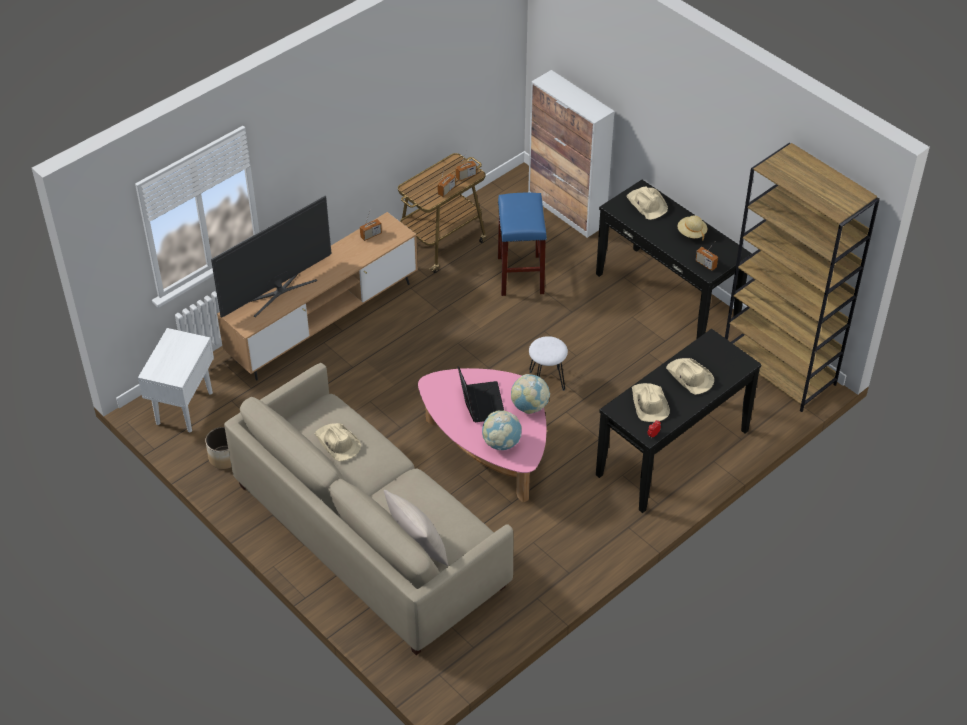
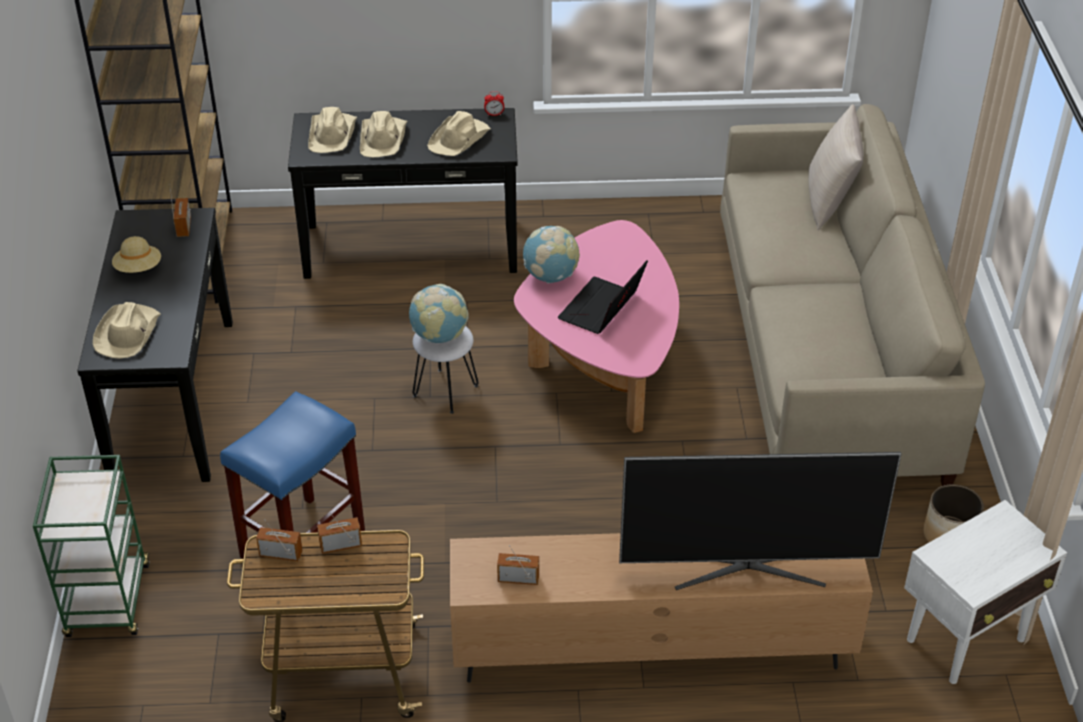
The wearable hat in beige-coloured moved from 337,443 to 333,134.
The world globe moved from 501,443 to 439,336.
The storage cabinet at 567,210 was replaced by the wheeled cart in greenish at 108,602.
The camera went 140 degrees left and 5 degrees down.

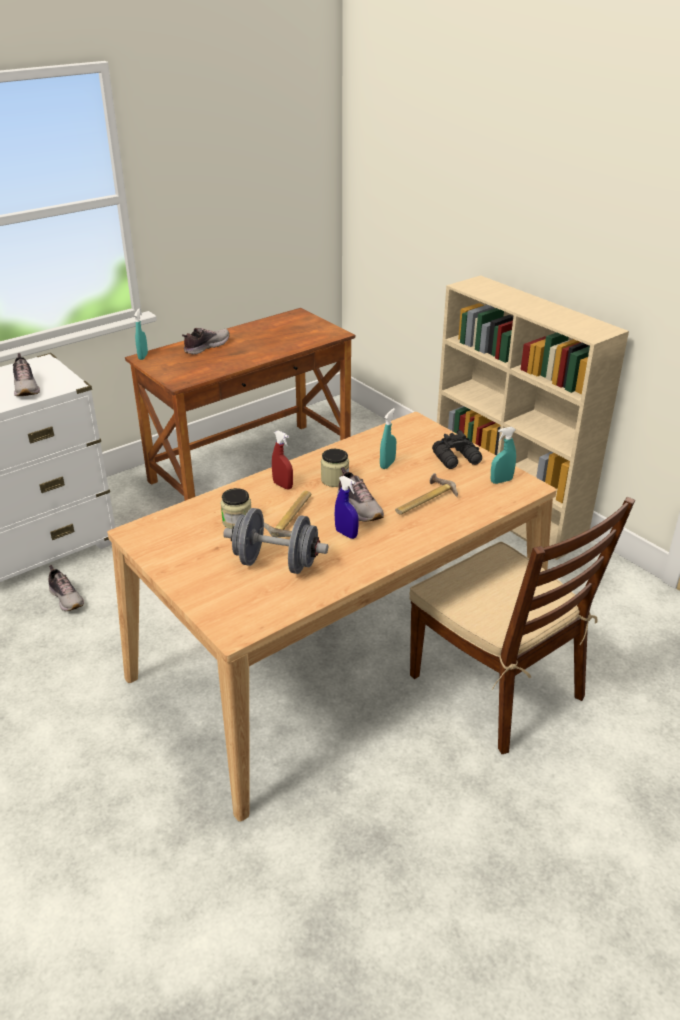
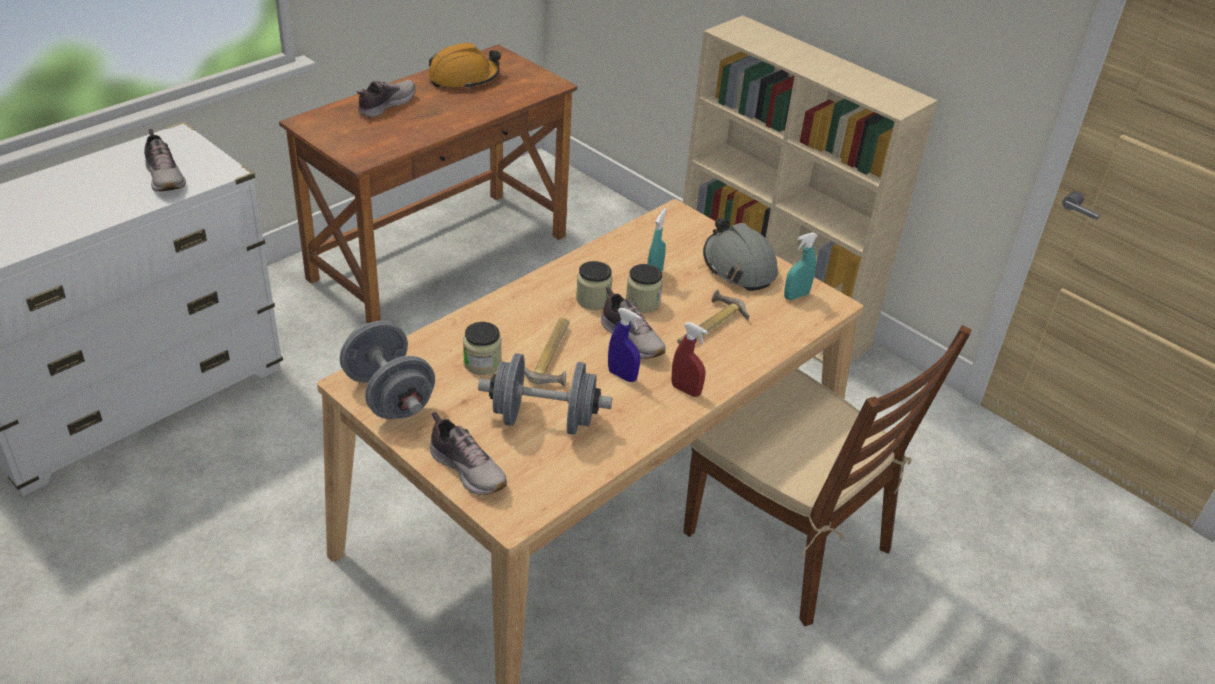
The item of footwear moved from 67,598 to 468,469.
The hand sprayer in turquoise at 143,356 disappeared.
The hand sprayer in red-coloured moved from 283,485 to 685,390.
The field glasses in black-coloured at 457,459 was replaced by the safety helmet in greyish at 738,266.
The free weight in greyish at 389,396 appeared.
The safety helmet in orange-coloured at 463,78 appeared.
The preserve jar at 642,302 appeared.
The camera went 10 degrees left and 5 degrees up.

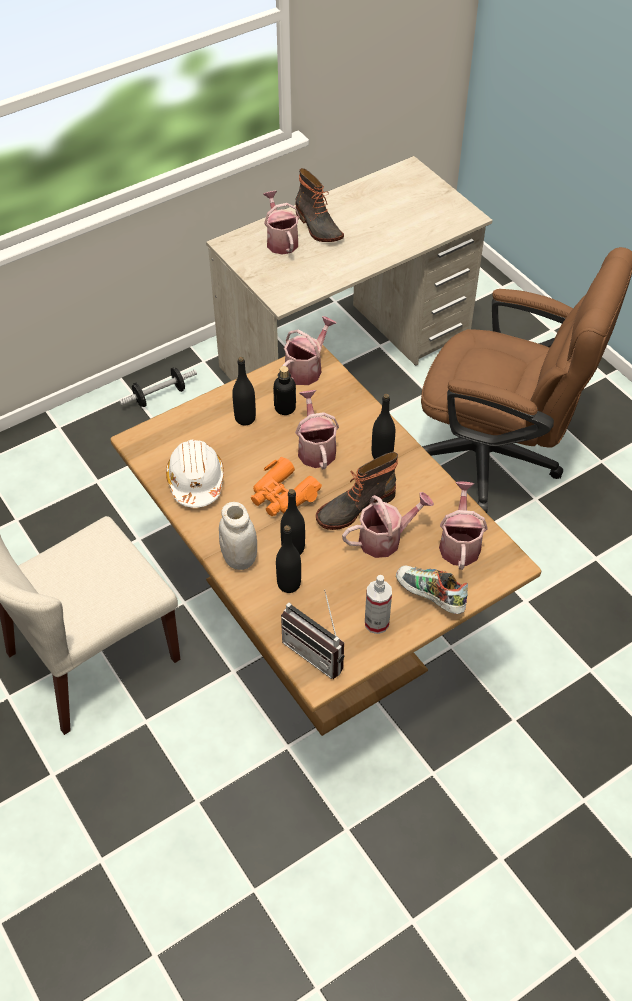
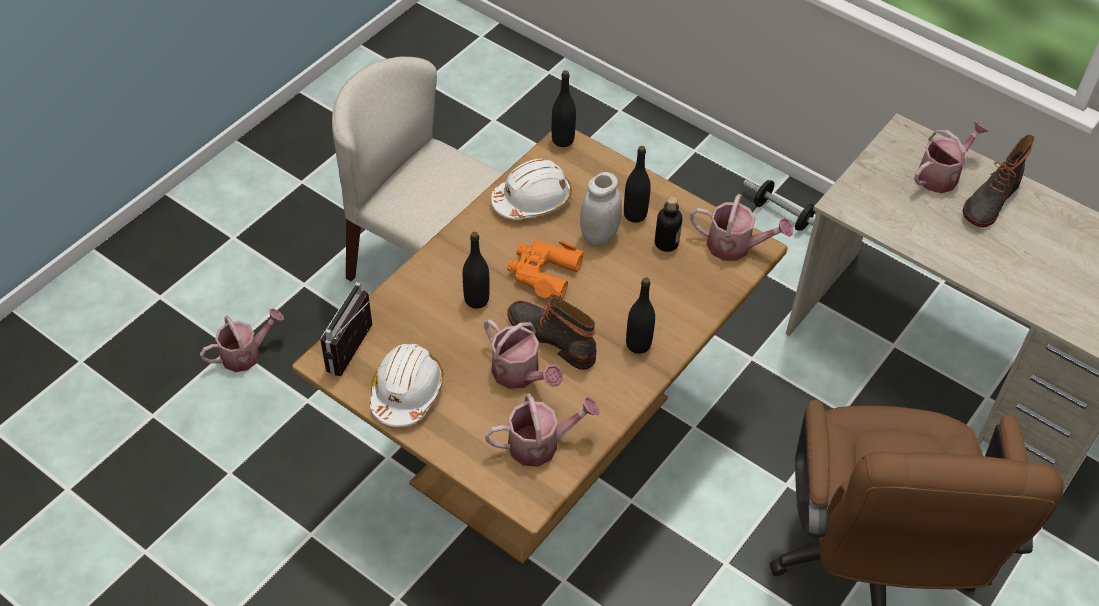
The preserve jar in white-coloured moved from 239,558 to 599,236.
The bottle in black-coloured moved from 289,584 to 562,140.
The sprinkling can moved from 315,448 to 246,354.
The hand sprayer at 376,623 was replaced by the safety helmet in white-coloured at 406,392.
The item of footwear at 429,597 disappeared.
The camera went 70 degrees right and 0 degrees up.

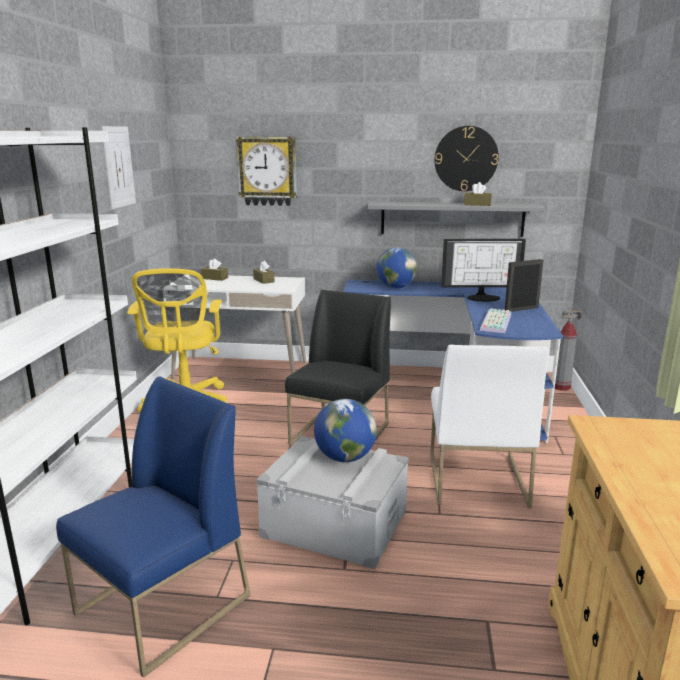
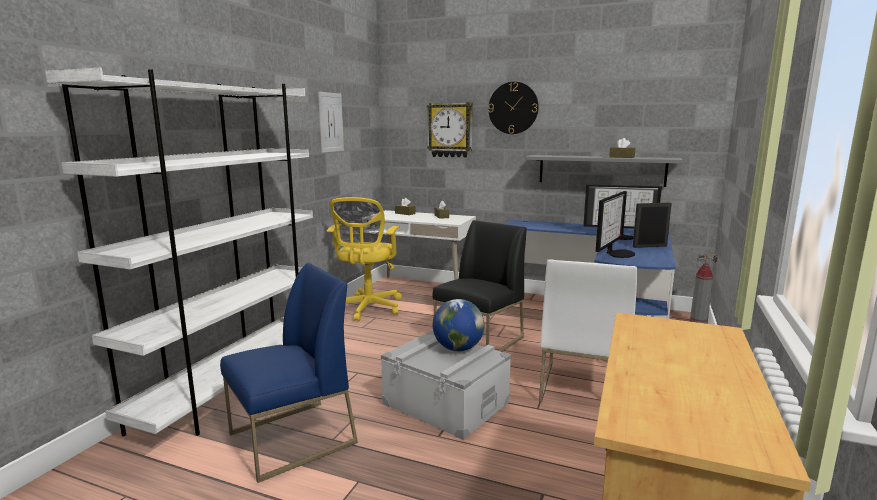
The world globe at 396,287 disappeared.
The clock on the wall moved from 466,158 to 513,108.
The keyboard at 494,321 was replaced by the computer screen at 618,253.
The camera went 15 degrees right and 5 degrees down.

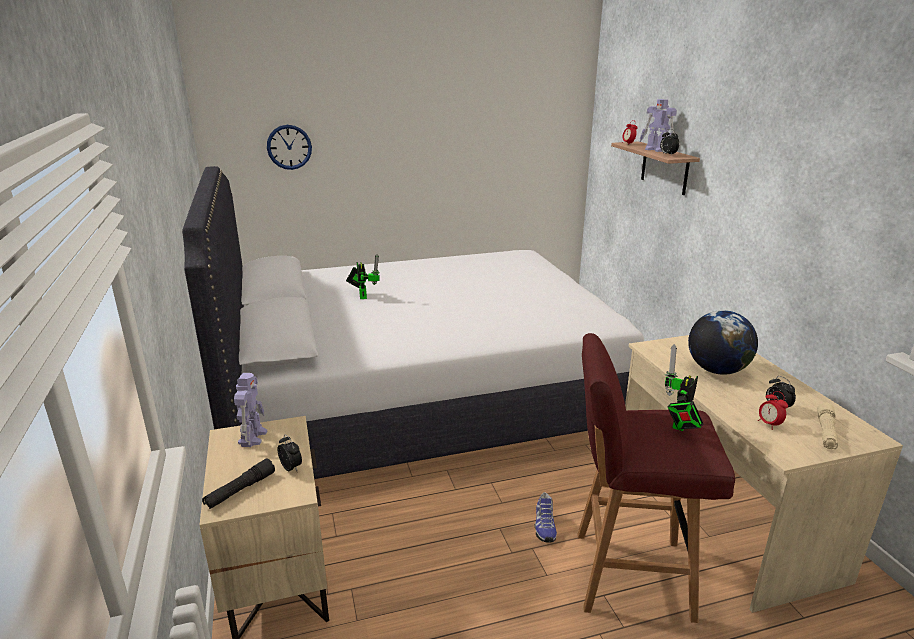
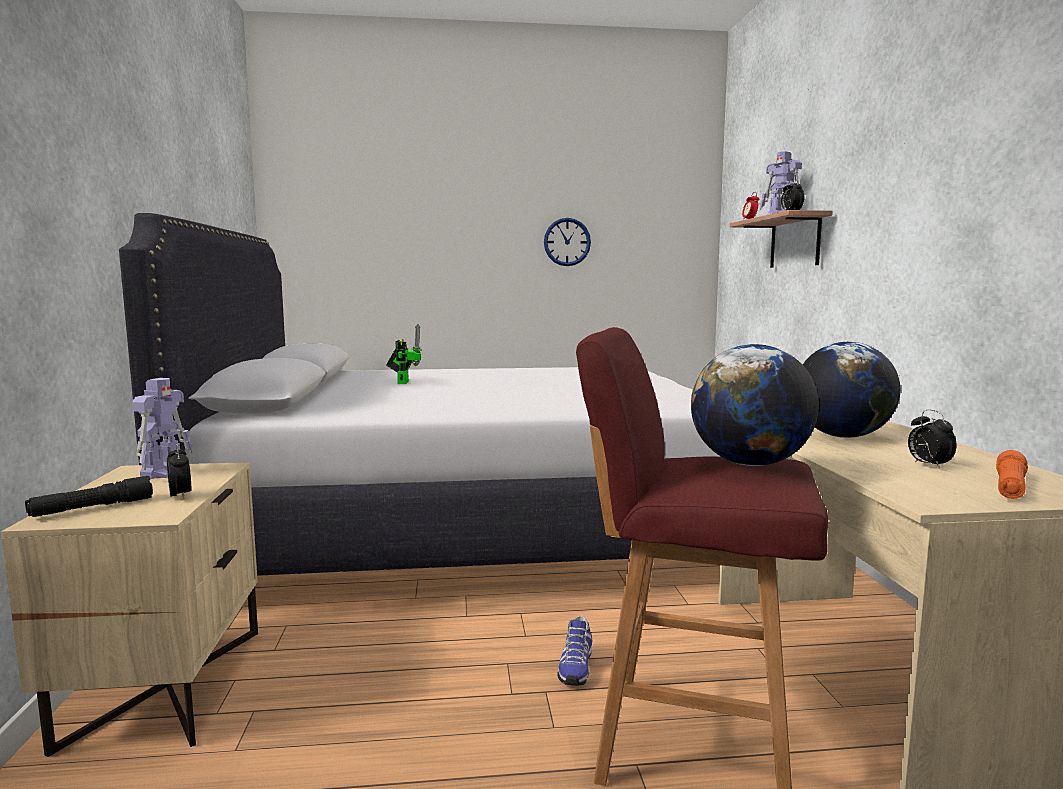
The clock on the wall moved from 289,147 to 567,242.
The model robot at 679,426 was replaced by the world globe at 750,464.
The table clock at 769,424 disappeared.
The torch in beige-coloured at 826,432 became the torch in orange-coloured at 1010,487.
The camera went 10 degrees right and 15 degrees down.

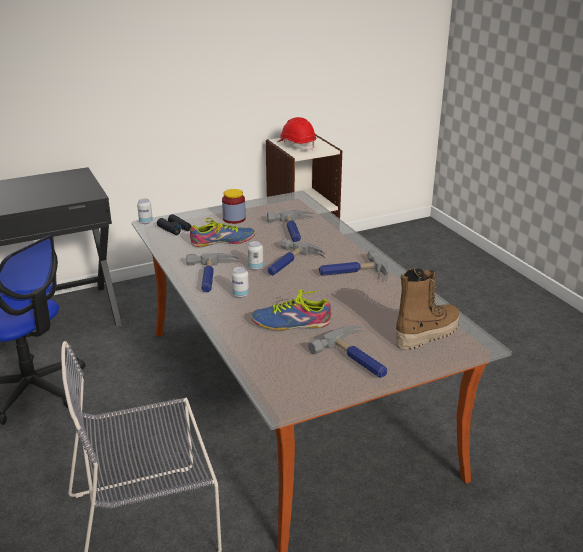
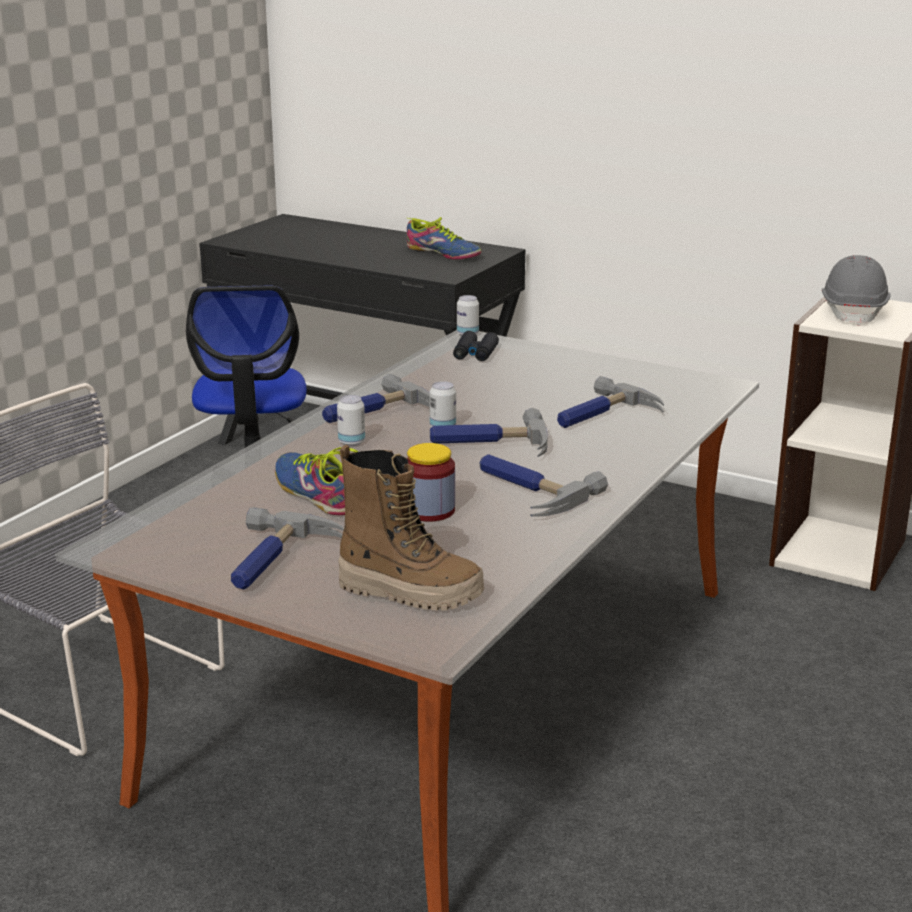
The item of footwear moved from 222,241 to 443,253.
The preserve jar moved from 234,219 to 429,510.
The safety helmet in red-coloured at 296,145 became the safety helmet in greyish at 853,312.
The camera went 55 degrees right and 5 degrees down.

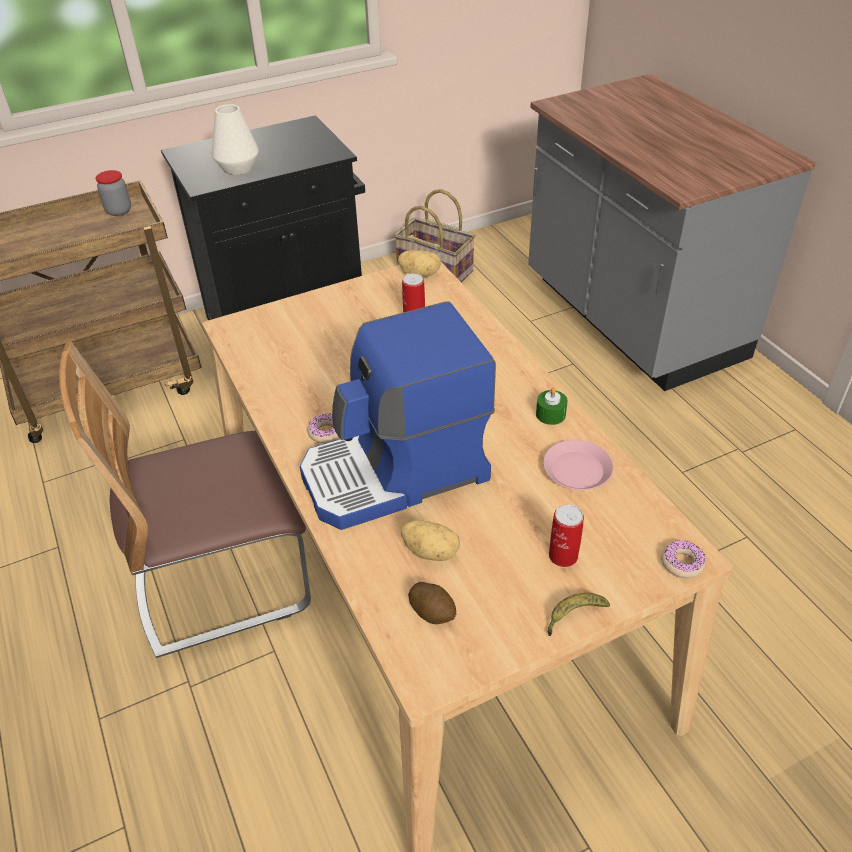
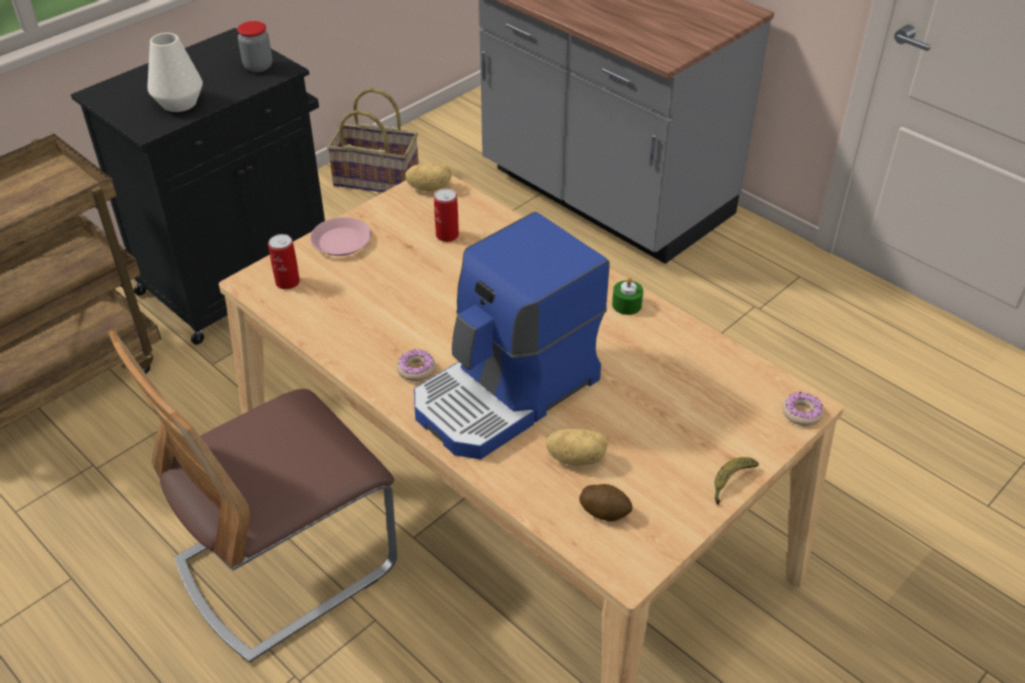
The preserve jar moved from 119,211 to 258,66.
The dinner plate in pink moved from 577,470 to 341,242.
The can moved from 563,556 to 287,282.
The camera went 20 degrees left and 0 degrees up.

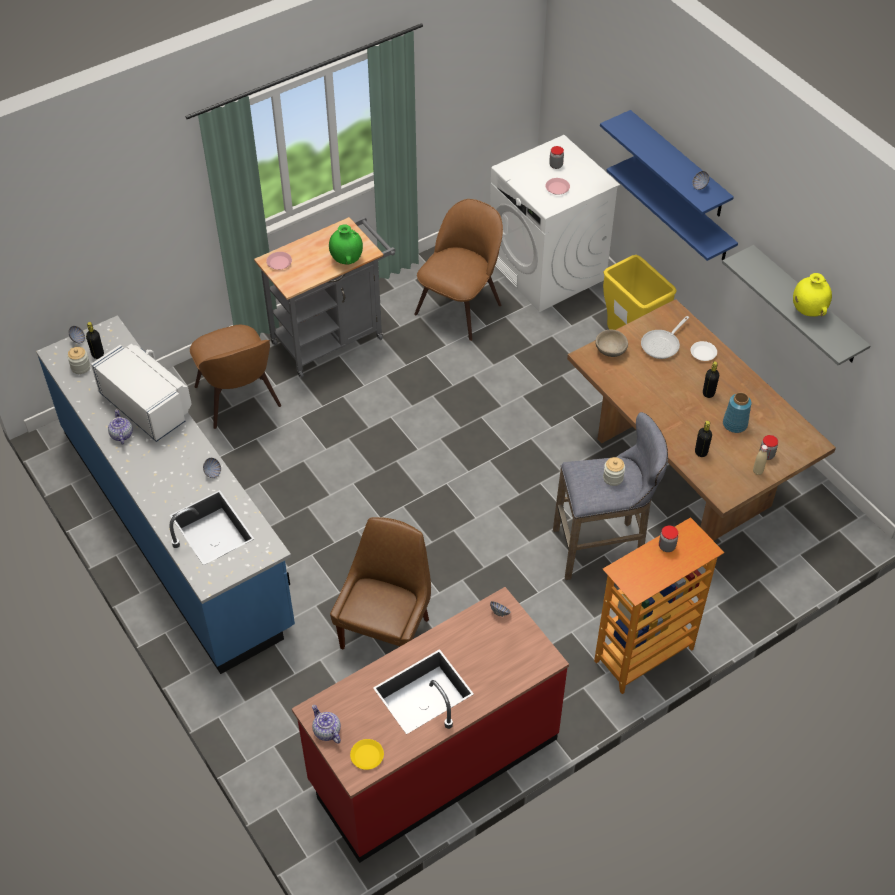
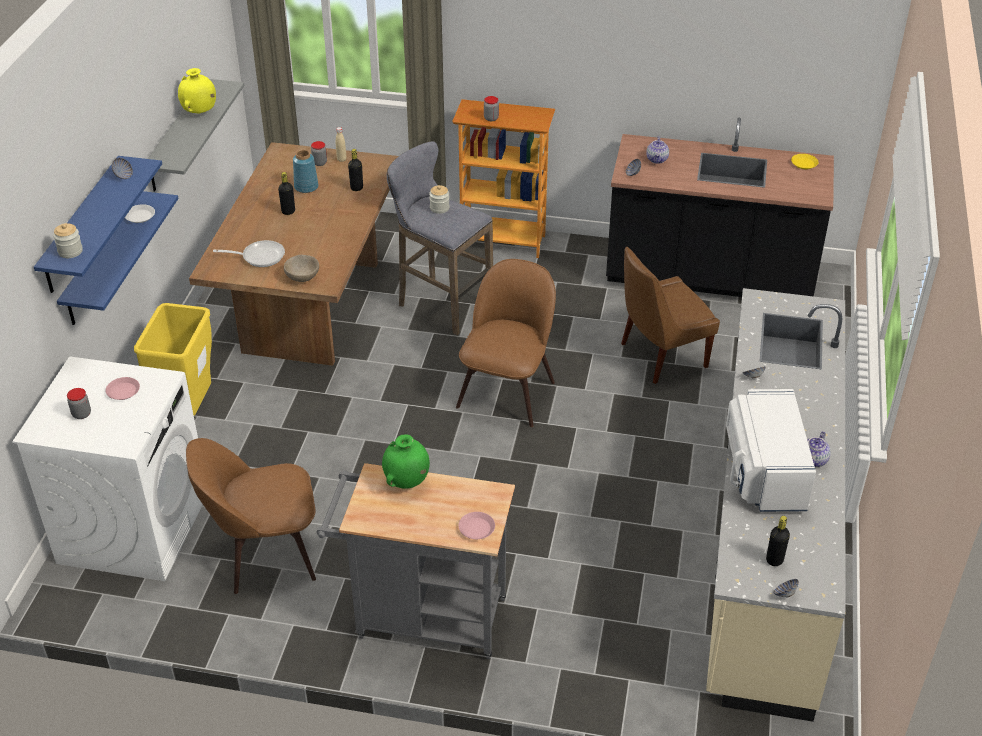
The kitchen base unit in blue at 176,527 became the kitchen base unit in beige-coloured at 765,539.
The preserve jar moved from 80,367 to 70,251.
The chair in brown-coloured moved from 239,399 to 507,391.
The kitchen base unit in red-coloured at 433,760 became the kitchen base unit in black-coloured at 709,277.
The pot for tea moved from 326,731 to 657,159.
The dinner plate in white-coloured moved from 703,353 to 140,216.
The camera went 135 degrees left and 10 degrees down.

